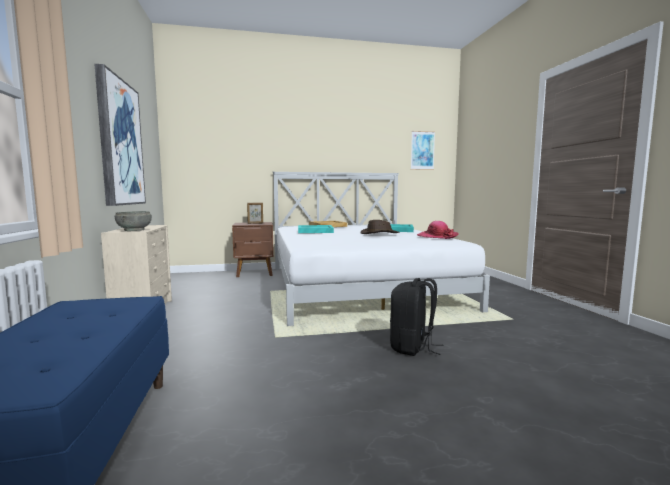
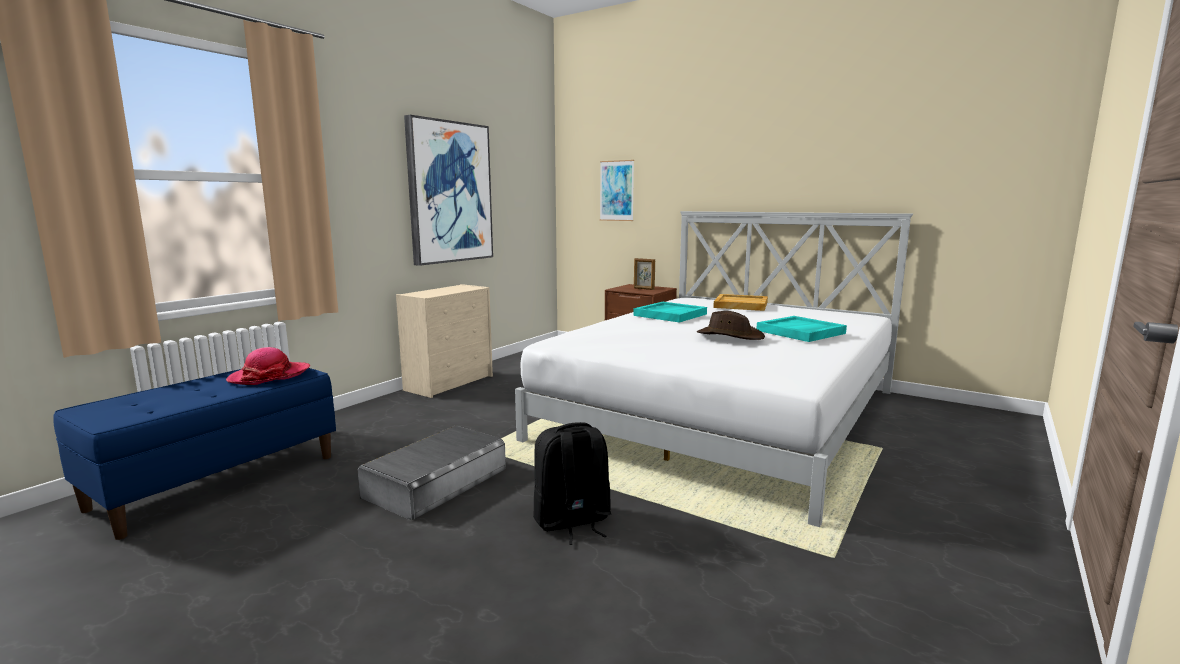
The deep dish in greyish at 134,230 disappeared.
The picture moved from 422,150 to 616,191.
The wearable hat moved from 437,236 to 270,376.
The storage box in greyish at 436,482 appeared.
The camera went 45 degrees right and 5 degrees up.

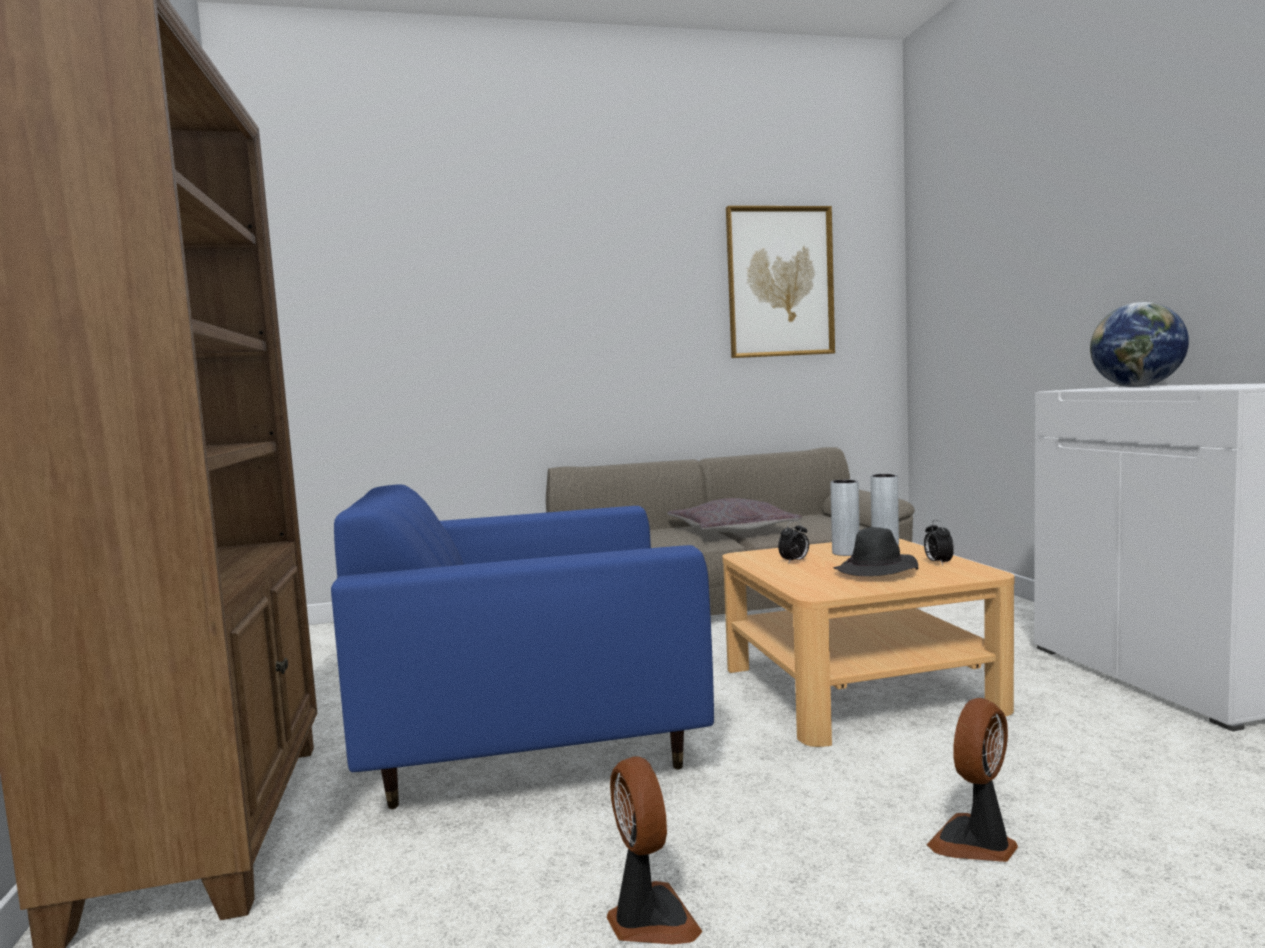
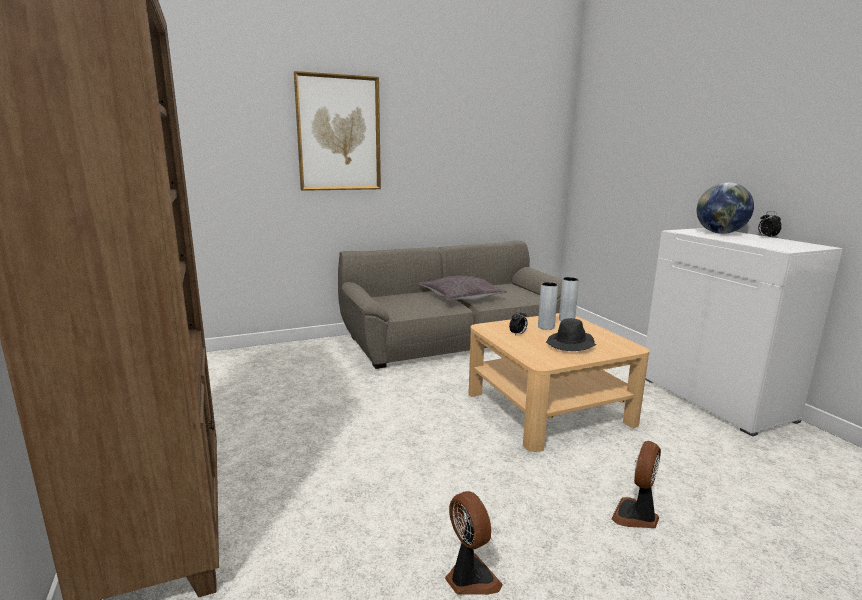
The armchair in blue at 533,740 disappeared.
The picture moved from 780,282 to 339,133.
The table clock moved from 938,563 to 766,237.
The camera went 10 degrees left and 10 degrees up.

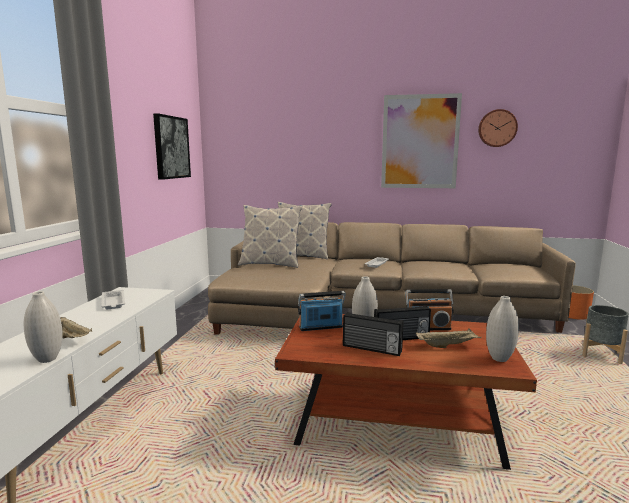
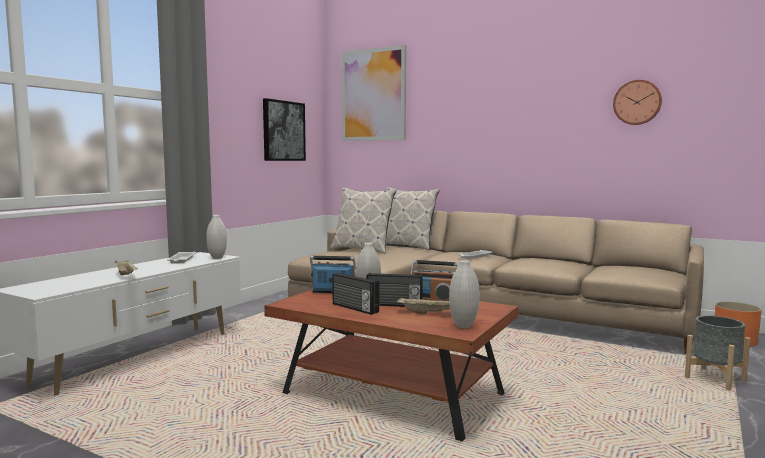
The decorative vase in white-coloured moved from 47,359 to 217,258.
The picture moved from 419,142 to 373,95.
The camera went 20 degrees right and 5 degrees down.

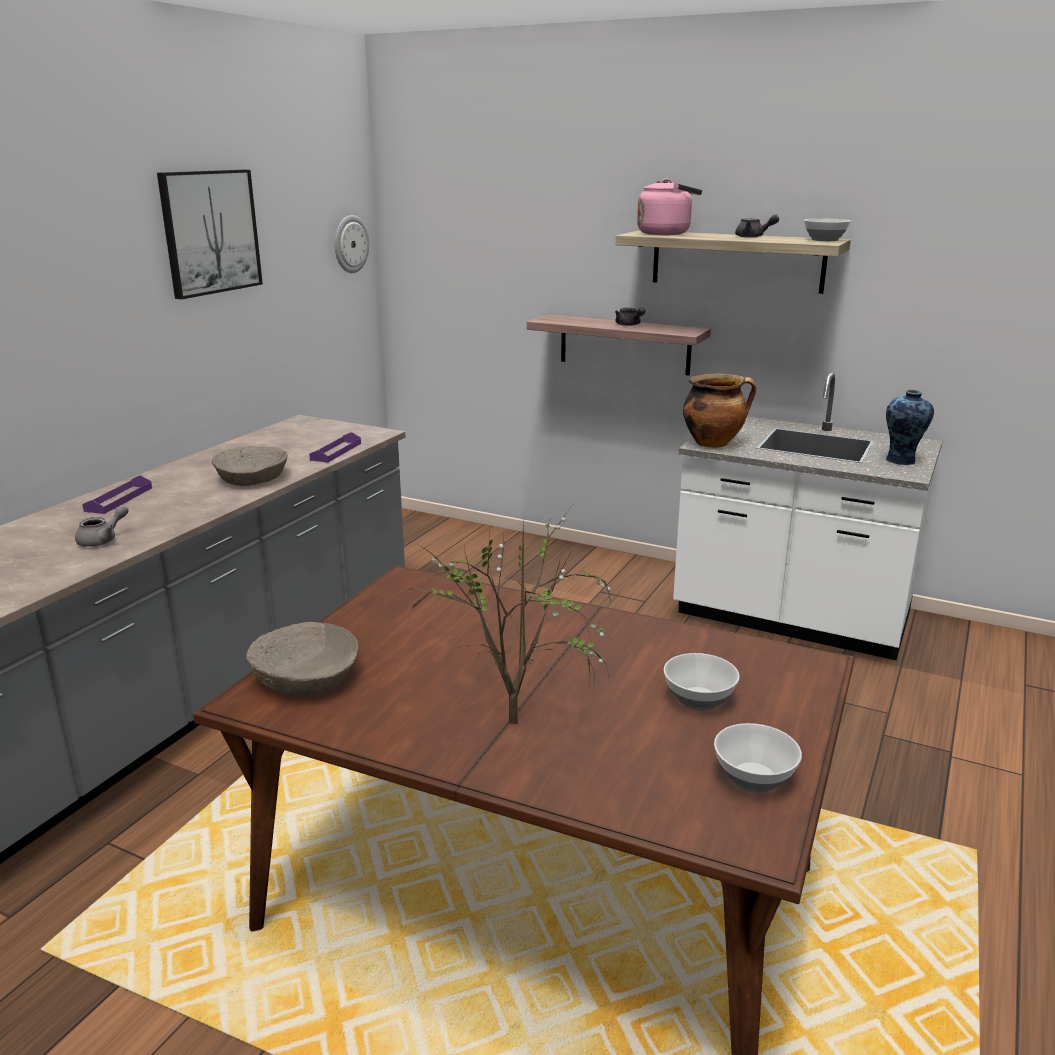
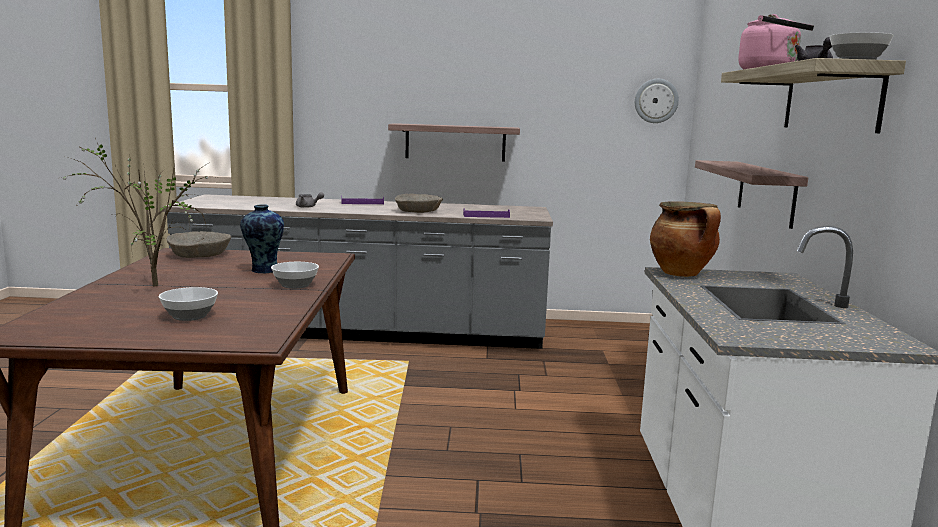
The picture at 210,232 disappeared.
The pot for tea in greyish at 629,325 disappeared.
The deep dish moved from 752,777 to 296,285.
The decorative vase moved from 901,461 to 263,270.
The bracket shelf at 455,142 appeared.
The camera went 65 degrees right and 10 degrees down.

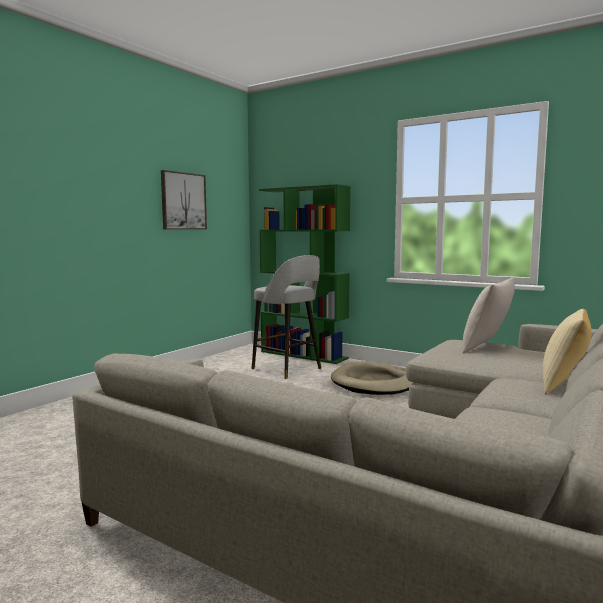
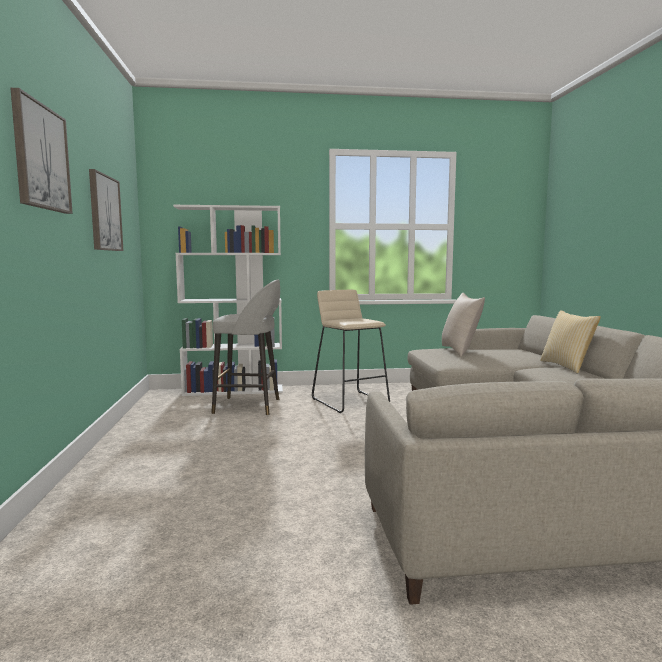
The bookshelf in greenish at 304,355 became the bookshelf in white-coloured at 234,390.
The pet bed in beige-coloured at 375,383 was replaced by the stool in beige-coloured at 350,401.
The picture at 41,157 appeared.
The camera went 40 degrees left and 0 degrees up.

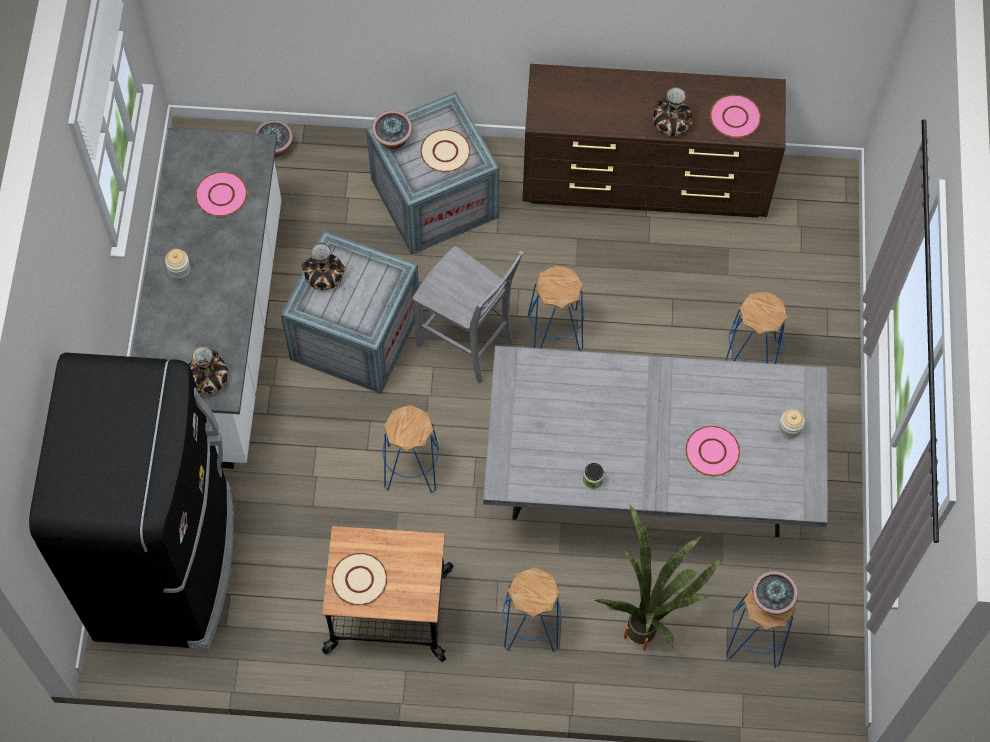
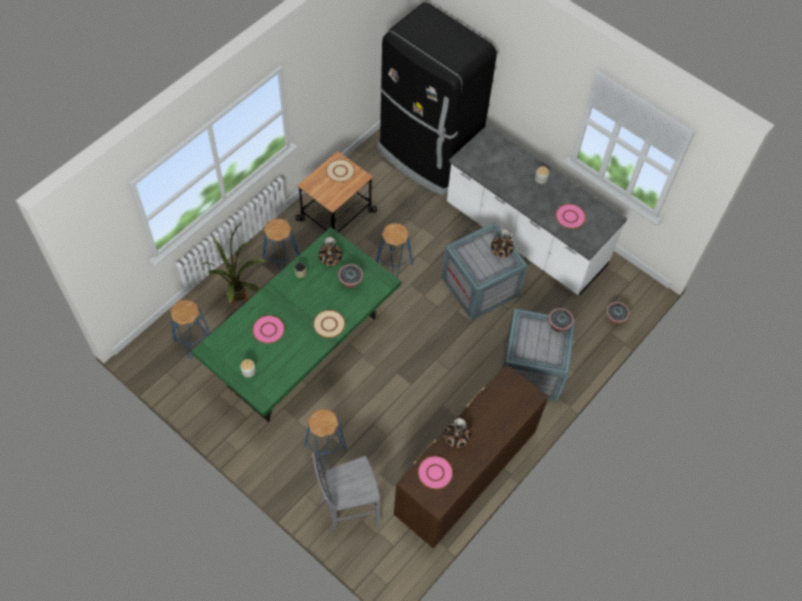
The decorative vase moved from 209,378 to 330,258.
The chair in greyish moved from 467,344 to 348,510.
The dinner plate in beige-coloured moved from 445,152 to 329,324.
The kitchen table in greyish at 648,482 became the kitchen table in greenish at 302,352.
The stool in blue at 555,332 disappeared.
The plant in a pot moved from 771,601 to 350,282.
The camera went 125 degrees right and 5 degrees down.

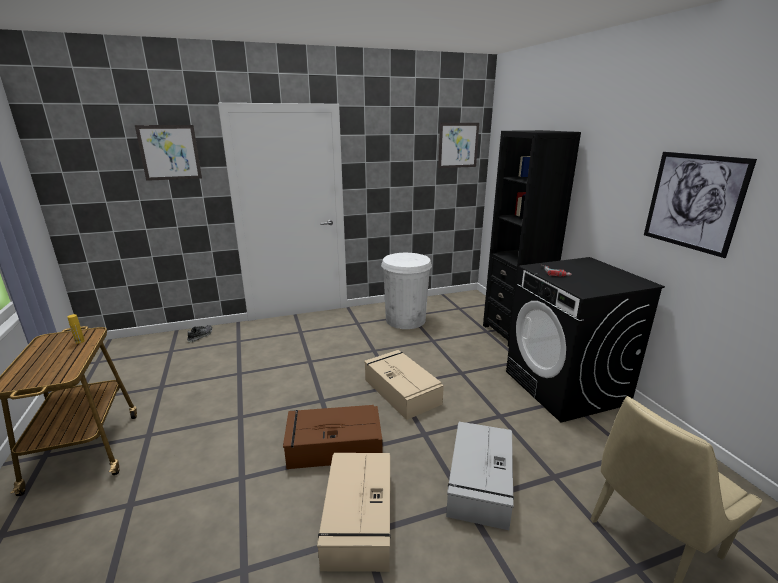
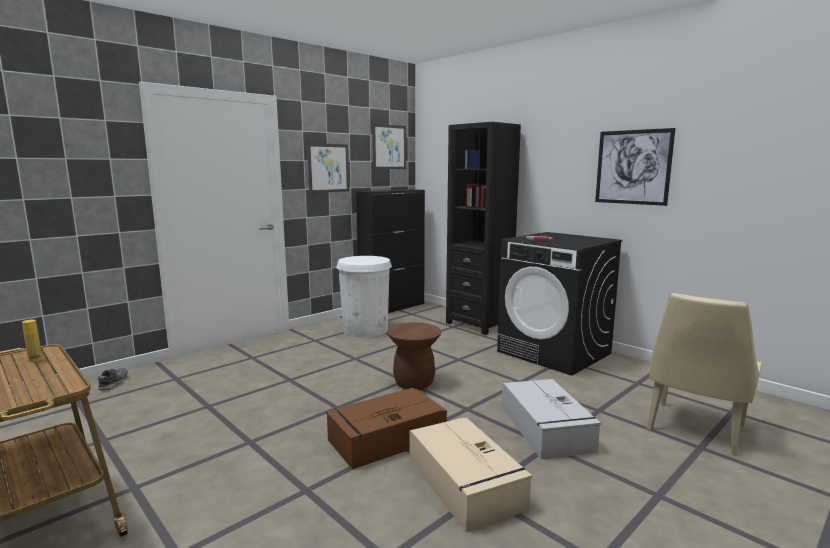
The picture moved from 169,152 to 328,168.
The storage box in beige-coloured at 401,391 was replaced by the stool in brown-coloured at 414,383.
The storage cabinet in black-coloured at 393,307 appeared.
The camera went 25 degrees left and 10 degrees down.

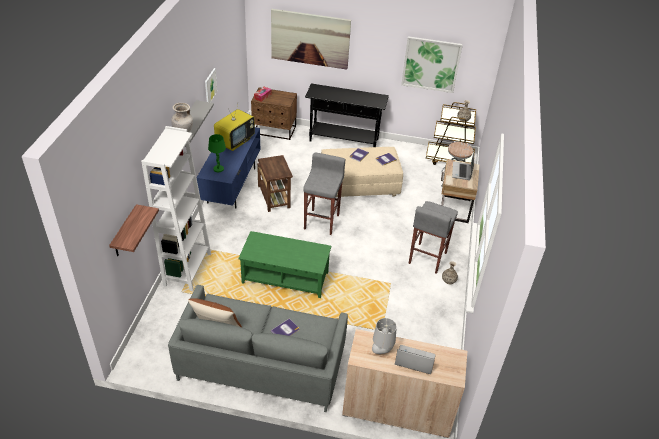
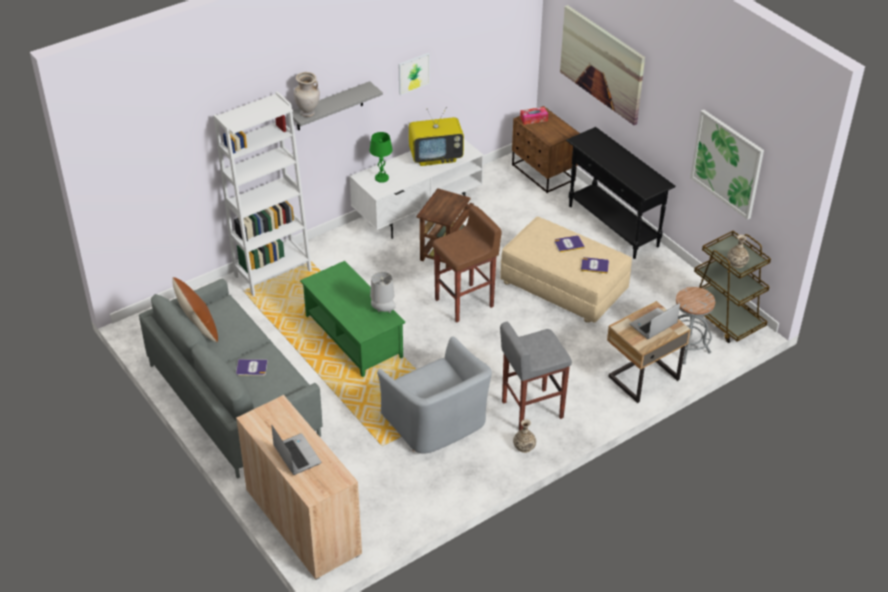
The bracket shelf at 124,232 disappeared.
The tv unit in blue at 231,185 became the tv unit in white-coloured at 417,211.
The stool in greyish at 322,221 became the stool in brown-coloured at 465,303.
The tabletop lamp in greyish moved from 382,351 to 382,311.
The armchair in greyish at 436,422 appeared.
The camera went 45 degrees right and 0 degrees up.

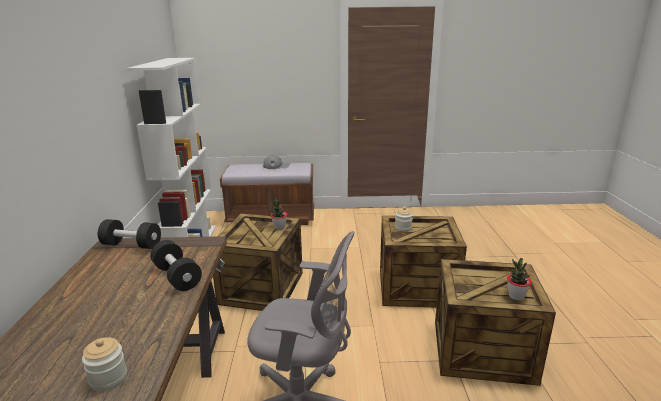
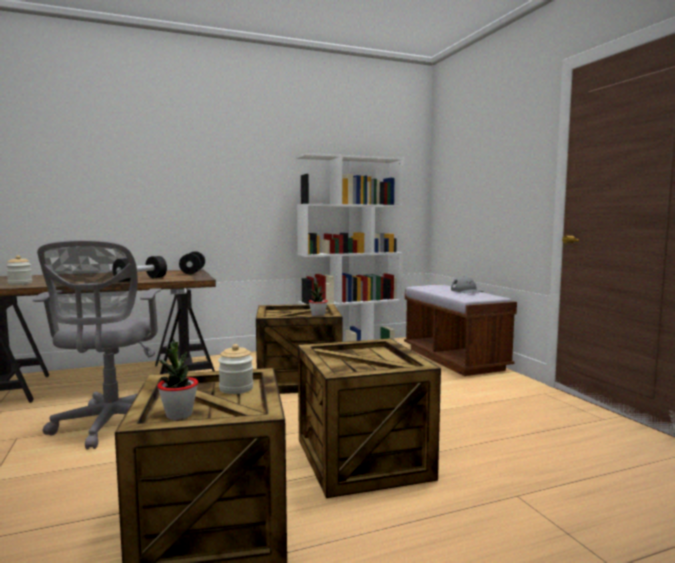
The preserve jar moved from 403,228 to 236,388.
The camera went 70 degrees right and 15 degrees down.

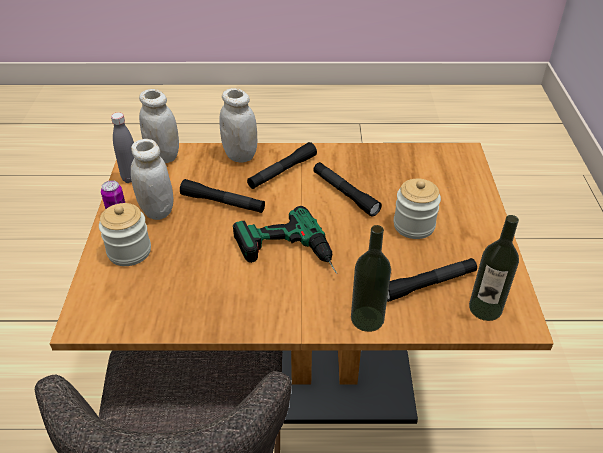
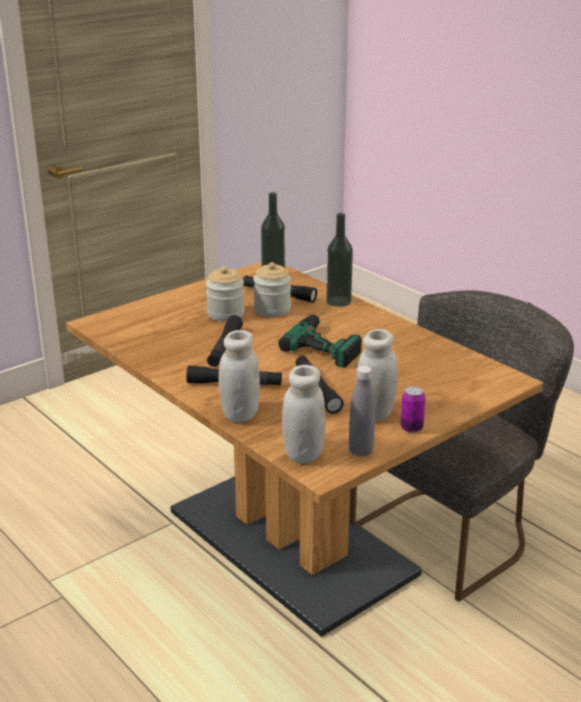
The preserve jar moved from 129,251 to 272,309.
The camera went 130 degrees left and 15 degrees down.

